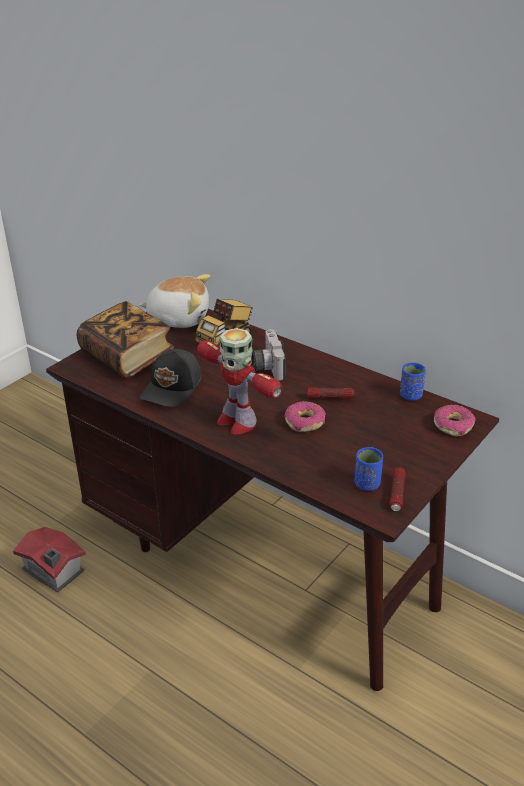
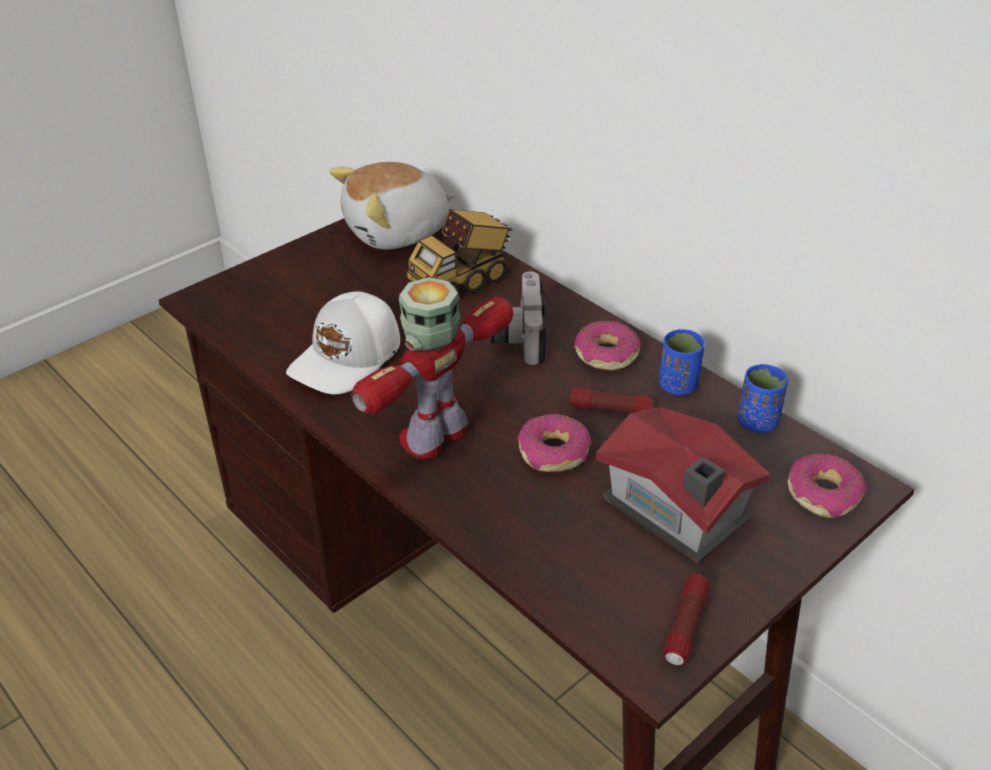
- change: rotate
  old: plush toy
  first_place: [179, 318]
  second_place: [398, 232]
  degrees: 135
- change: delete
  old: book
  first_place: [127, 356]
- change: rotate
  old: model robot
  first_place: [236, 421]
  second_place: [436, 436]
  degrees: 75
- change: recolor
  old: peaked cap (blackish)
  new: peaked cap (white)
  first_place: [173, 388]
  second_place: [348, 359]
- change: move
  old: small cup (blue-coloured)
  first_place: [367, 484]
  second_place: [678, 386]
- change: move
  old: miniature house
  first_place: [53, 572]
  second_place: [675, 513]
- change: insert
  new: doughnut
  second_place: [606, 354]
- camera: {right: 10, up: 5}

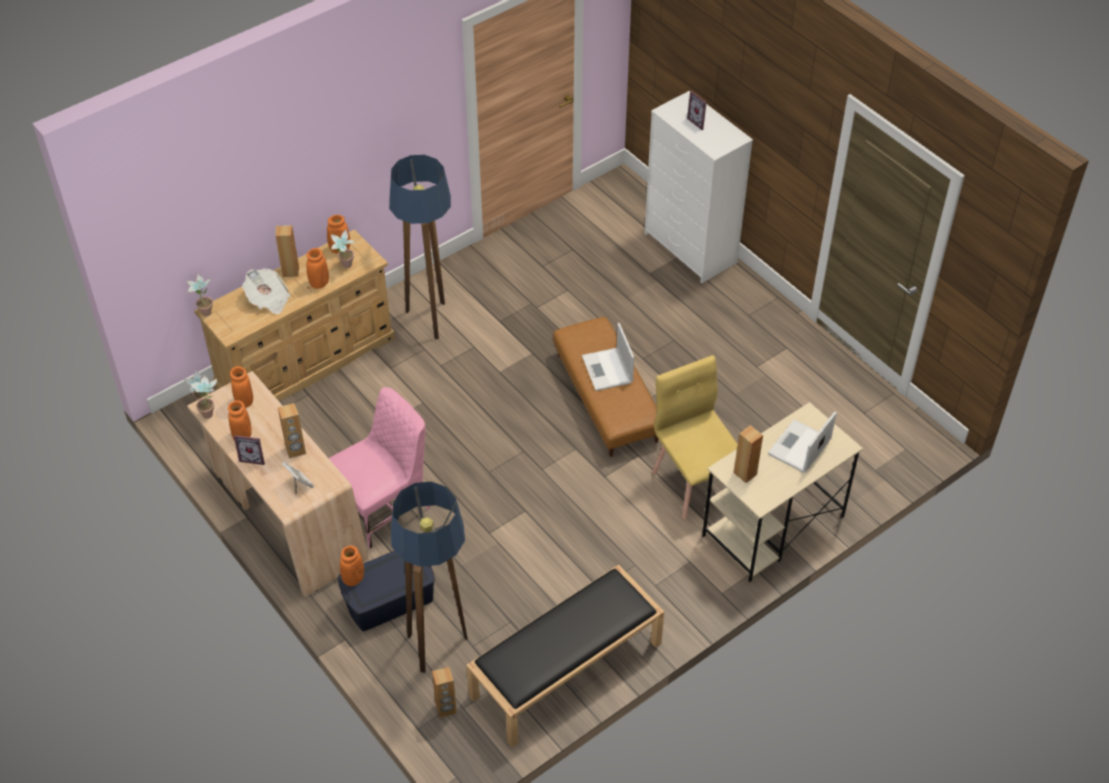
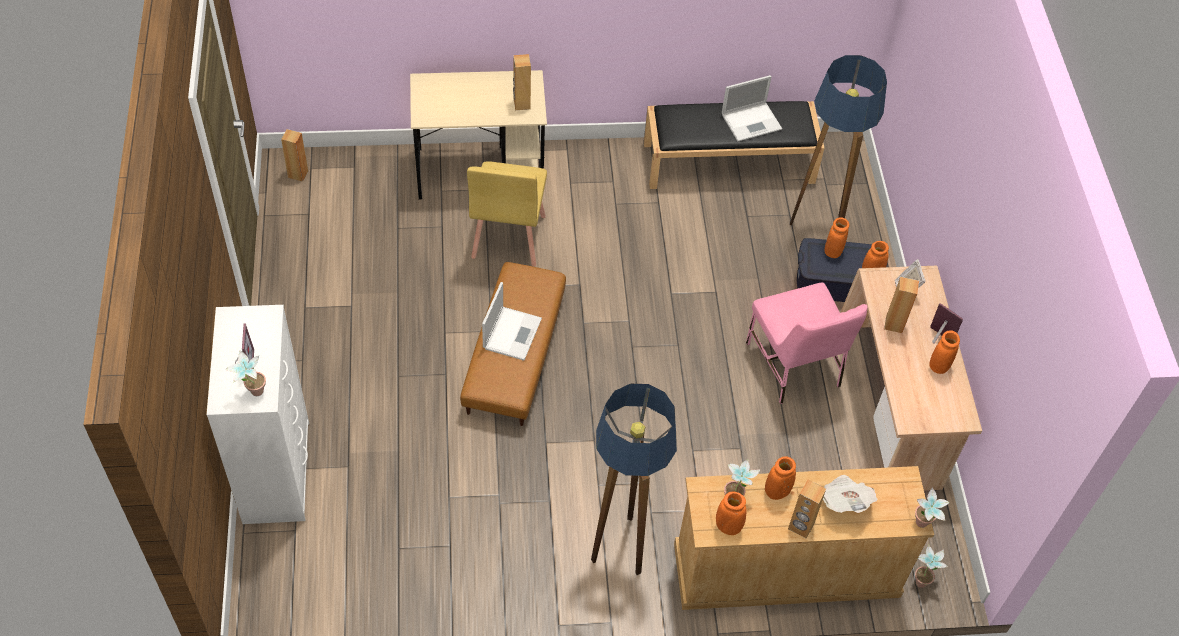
- change: move
  old: vase (orange)
  first_place: [244, 401]
  second_place: [833, 251]
- change: move
  old: plant in a pot
  first_place: [210, 412]
  second_place: [252, 393]
- change: rotate
  old: chair (pinkish)
  first_place: [383, 506]
  second_place: [794, 365]
  degrees: -105
- change: move
  old: notebook computer
  first_place: [799, 448]
  second_place: [752, 121]
- change: move
  old: audio speaker (brown)
  first_place: [446, 709]
  second_place: [298, 174]
- camera: {right: -150, up: 5}

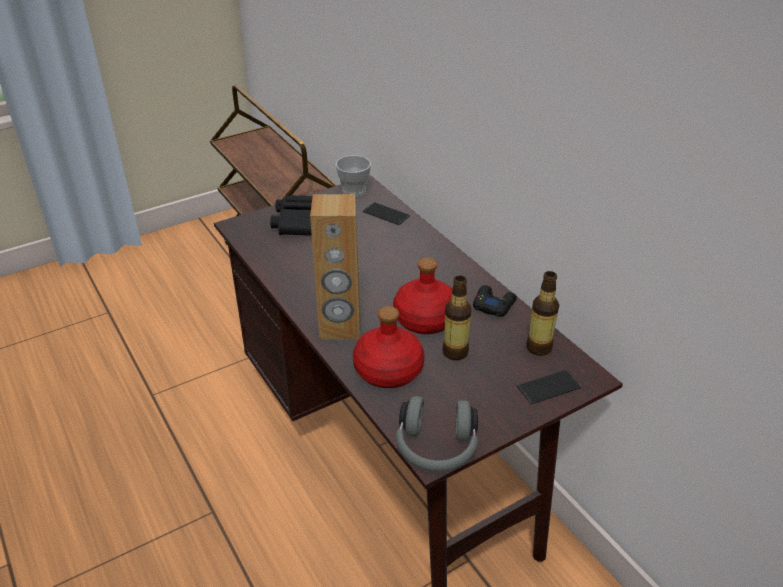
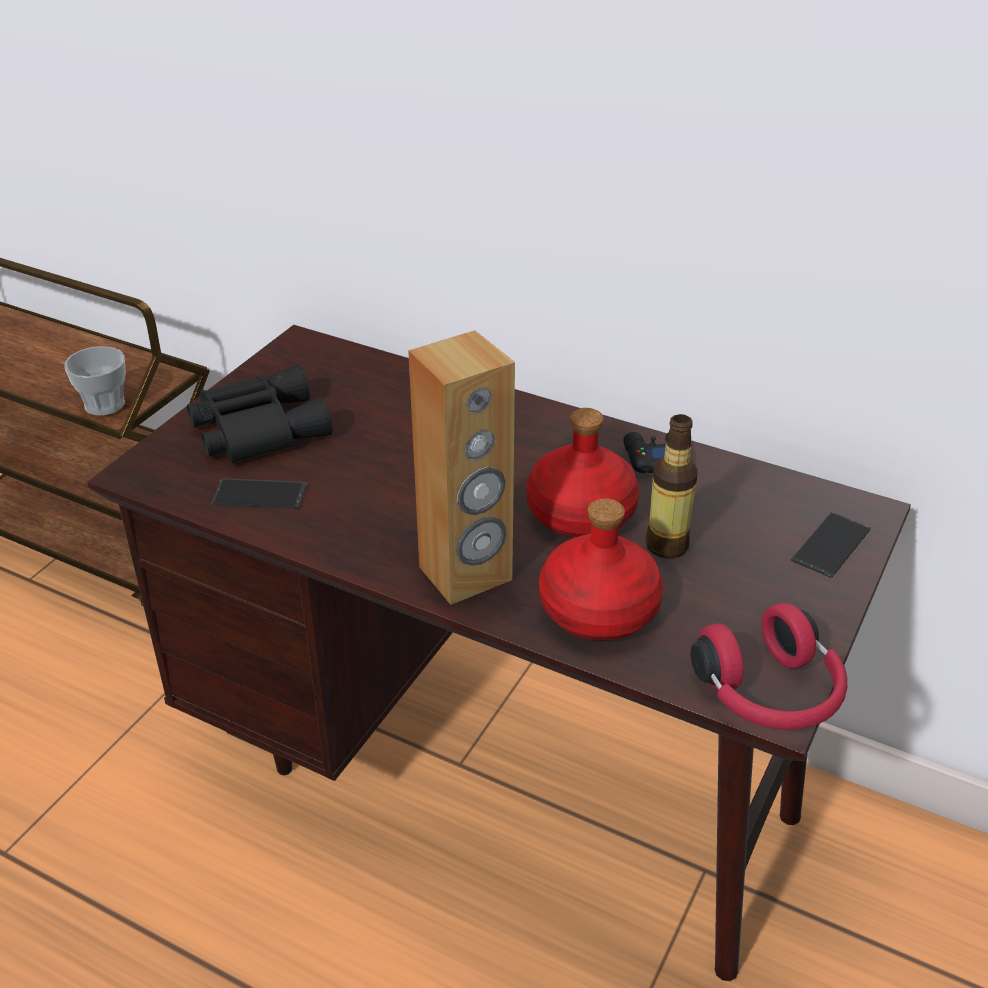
- change: move
  old: small cup
  first_place: [354, 191]
  second_place: [104, 404]
- change: move
  old: phone
  first_place: [386, 214]
  second_place: [260, 494]
- change: delete
  old: drink bottle
  first_place: [538, 347]
- change: recolor
  old: headset (gray)
  new: headset (red-coloured)
  first_place: [436, 448]
  second_place: [770, 694]
- camera: {right: -30, up: 0}

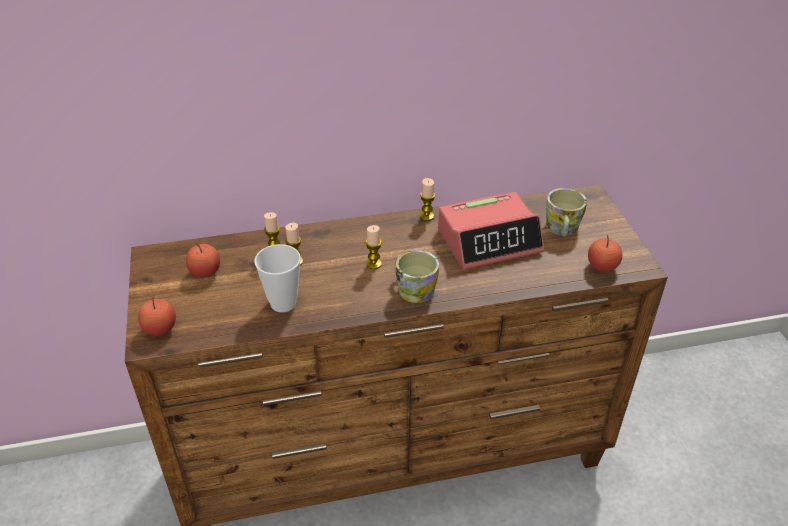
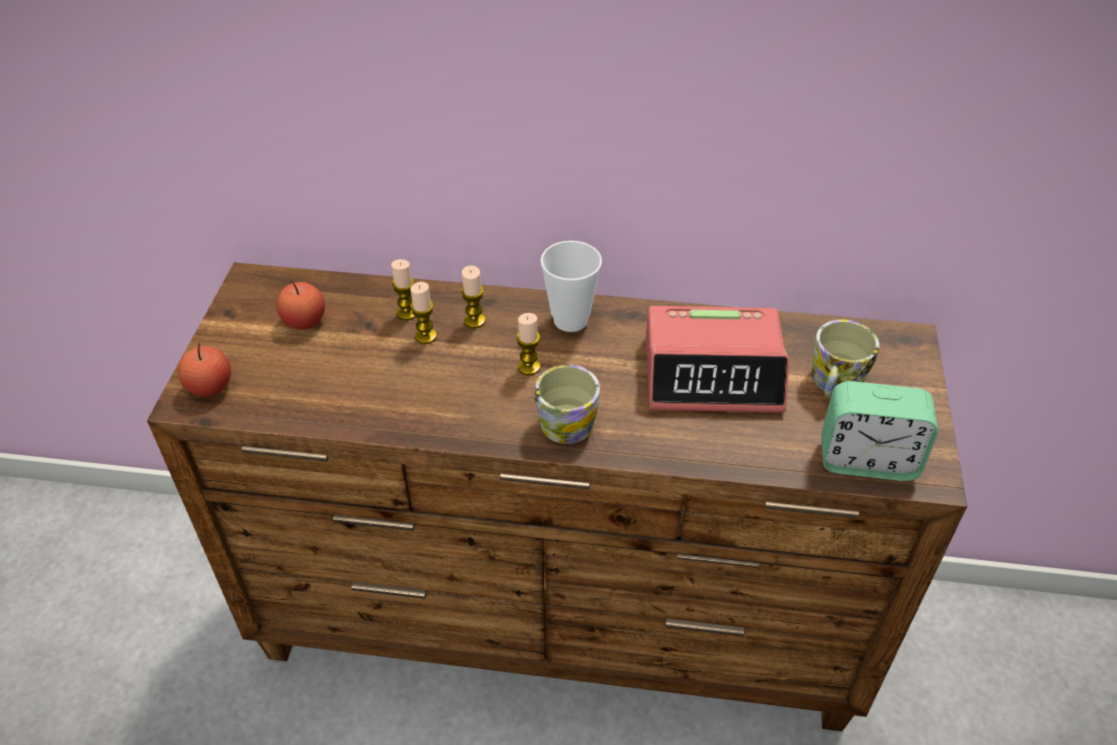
- change: move
  old: candle
  first_place: [426, 216]
  second_place: [474, 320]
- change: replace
  old: whole apple
  new: table clock
  first_place: [602, 266]
  second_place: [867, 460]
- change: move
  old: small cup
  first_place: [283, 303]
  second_place: [570, 320]
- camera: {right: 20, up: 5}

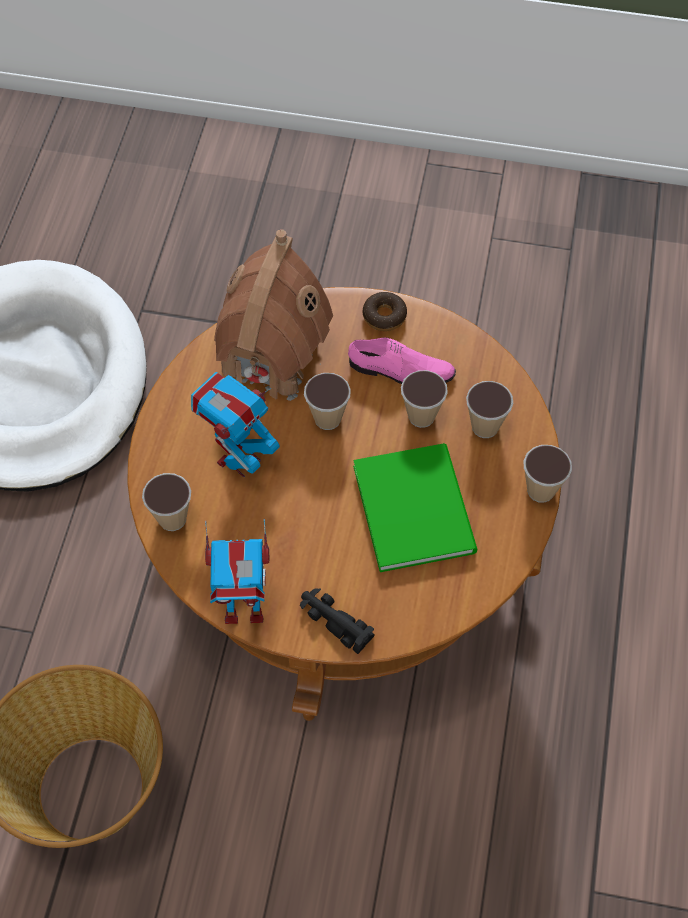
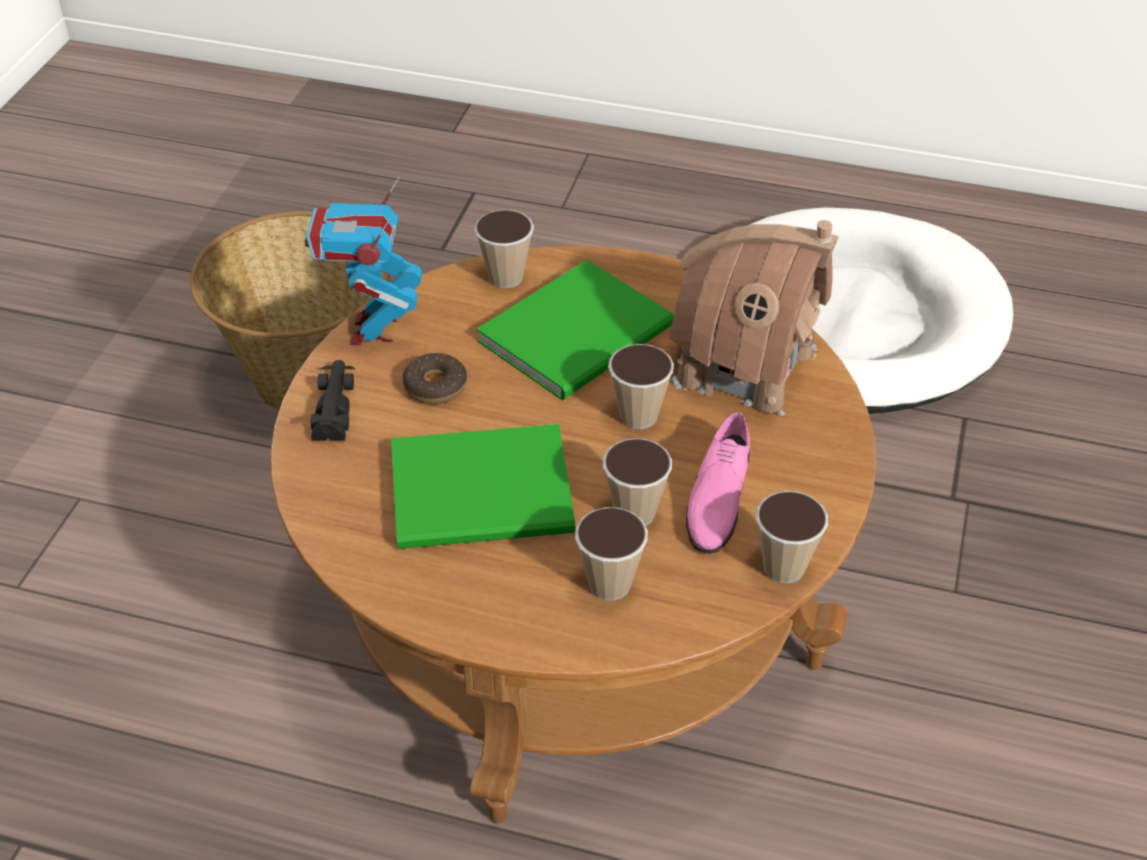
- change: move
  old: doughnut
  first_place: [384, 316]
  second_place: [435, 386]
- change: replace
  old: model robot
  new: book (green)
  first_place: [239, 459]
  second_place: [582, 333]
- change: move
  old: small cup
  first_place: [540, 490]
  second_place: [784, 567]
- change: rotate
  old: toy car (blackish)
  first_place: [334, 621]
  second_place: [334, 405]
  degrees: -45
- camera: {right: 95, up: -15}

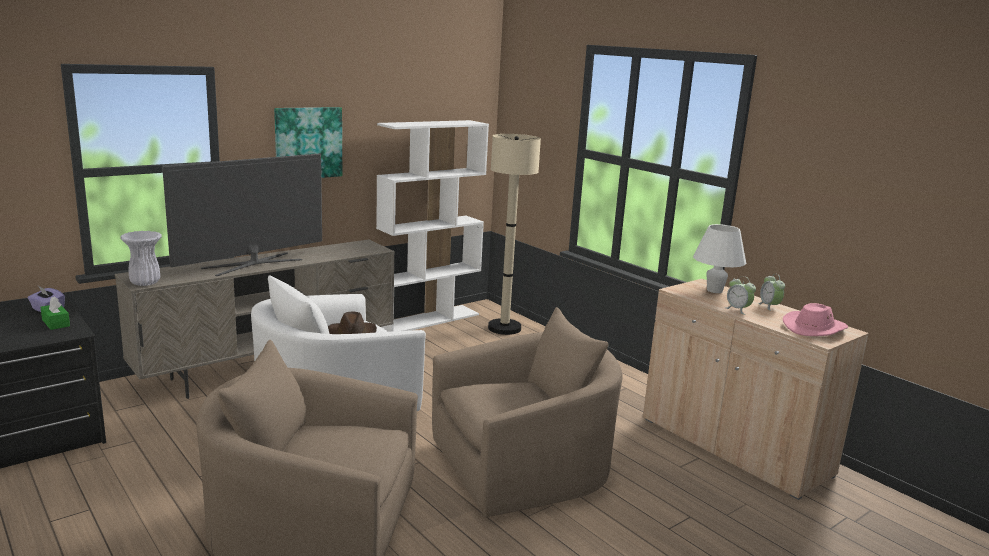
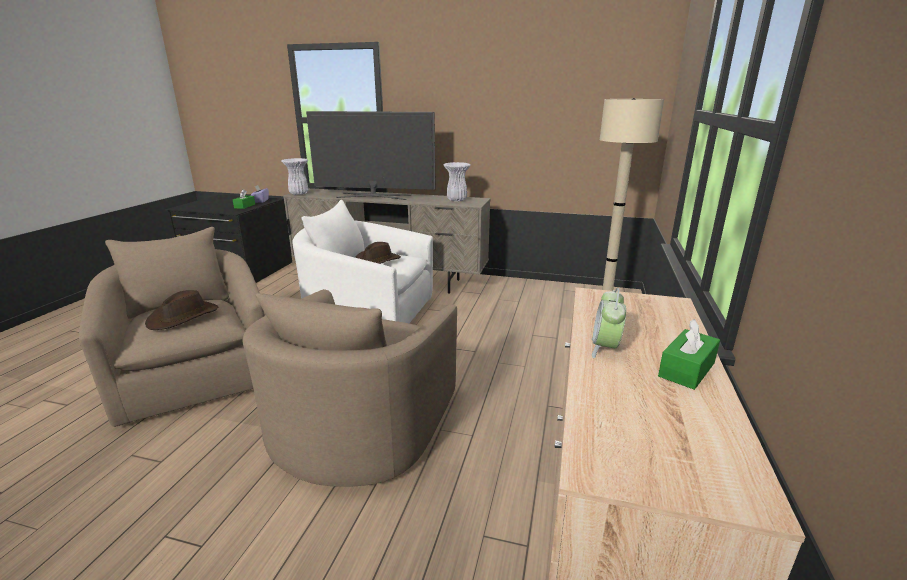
- change: delete
  old: wall picture
  first_place: [308, 143]
- change: delete
  old: shelving unit (white)
  first_place: [428, 319]
- change: delete
  old: table lamp (white)
  first_place: [714, 290]
- change: replace
  old: table clock
  new: tissue holder (green)
  first_place: [769, 306]
  second_place: [686, 369]
- change: delete
  old: wearable hat (pinkish)
  first_place: [814, 328]
- change: rotate
  old: armchair (sand-coloured)
  first_place: [523, 468]
  second_place: [360, 424]
  degrees: 75
- change: insert
  new: vase (white)
  second_place: [456, 200]
- change: insert
  new: wearable hat (brown)
  second_place: [184, 317]
- camera: {right: 55, up: 5}

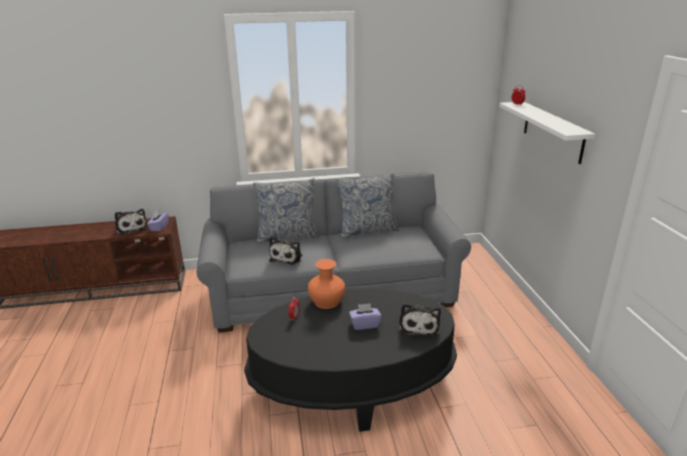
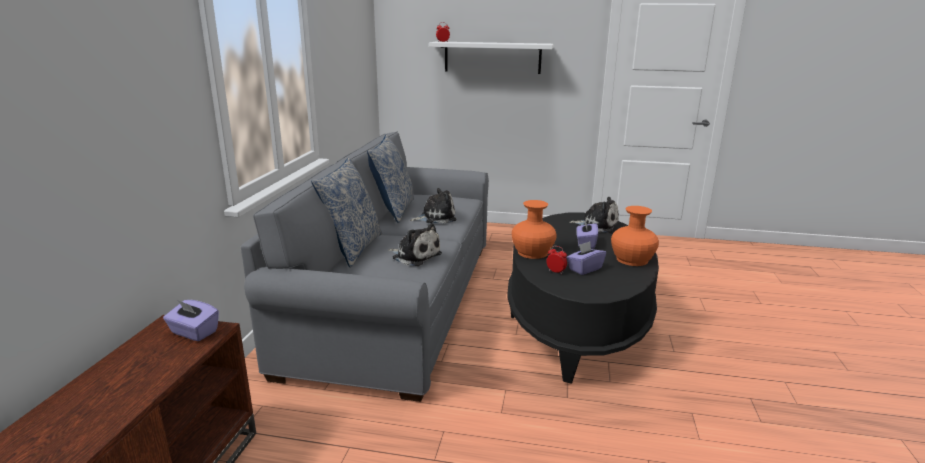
- change: move
  old: plush toy
  first_place: [131, 228]
  second_place: [436, 217]
- change: insert
  new: vase (orange)
  second_place: [632, 259]
- change: insert
  new: tissue holder (purple)
  second_place: [584, 269]
- camera: {right: -70, up: -5}

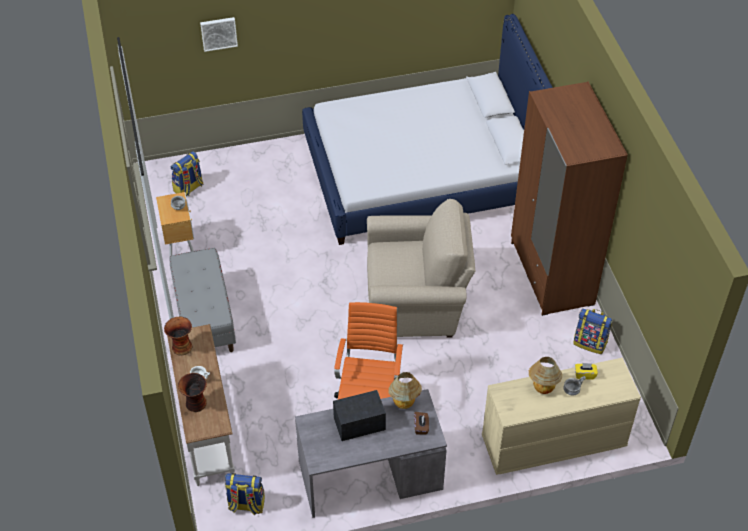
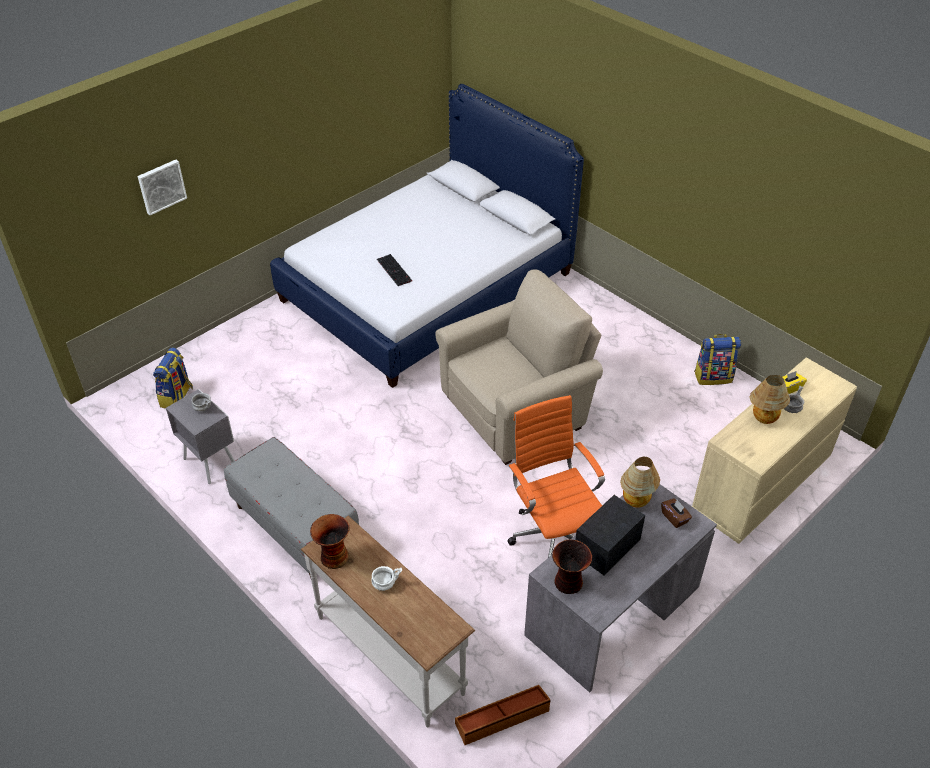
- change: delete
  old: clothes cupboard (brown)
  first_place: [551, 273]
- change: recolor
  old: nightstand (brown)
  new: nightstand (gray)
  first_place: [180, 246]
  second_place: [210, 462]
- change: move
  old: vase
  first_place: [196, 404]
  second_place: [569, 583]
- change: replace
  old: knapsack
  new: storage box (brown)
  first_place: [246, 504]
  second_place: [502, 718]
- change: insert
  new: computer keyboard
  second_place: [395, 270]
- camera: {right: -30, up: -5}

